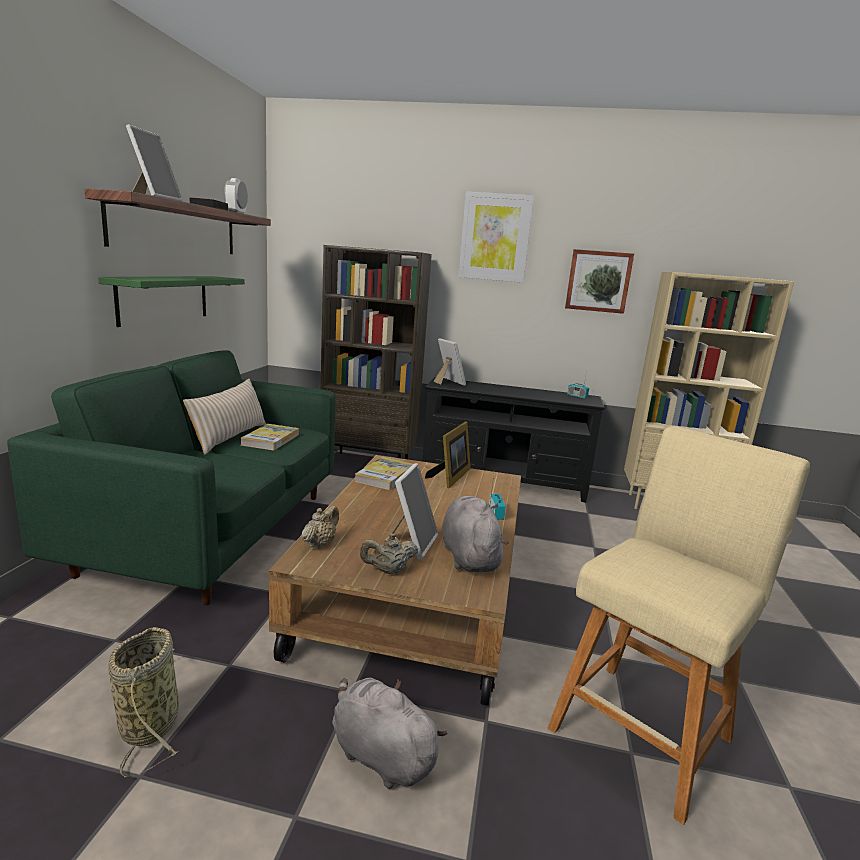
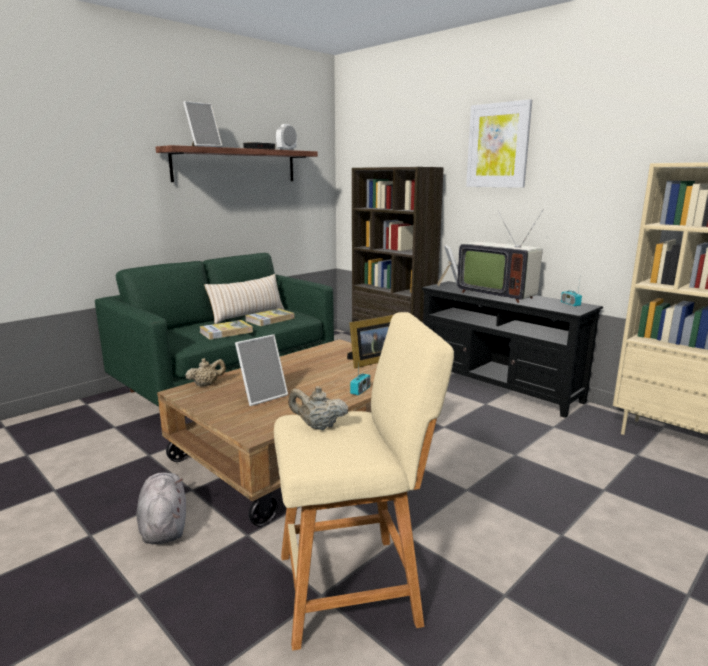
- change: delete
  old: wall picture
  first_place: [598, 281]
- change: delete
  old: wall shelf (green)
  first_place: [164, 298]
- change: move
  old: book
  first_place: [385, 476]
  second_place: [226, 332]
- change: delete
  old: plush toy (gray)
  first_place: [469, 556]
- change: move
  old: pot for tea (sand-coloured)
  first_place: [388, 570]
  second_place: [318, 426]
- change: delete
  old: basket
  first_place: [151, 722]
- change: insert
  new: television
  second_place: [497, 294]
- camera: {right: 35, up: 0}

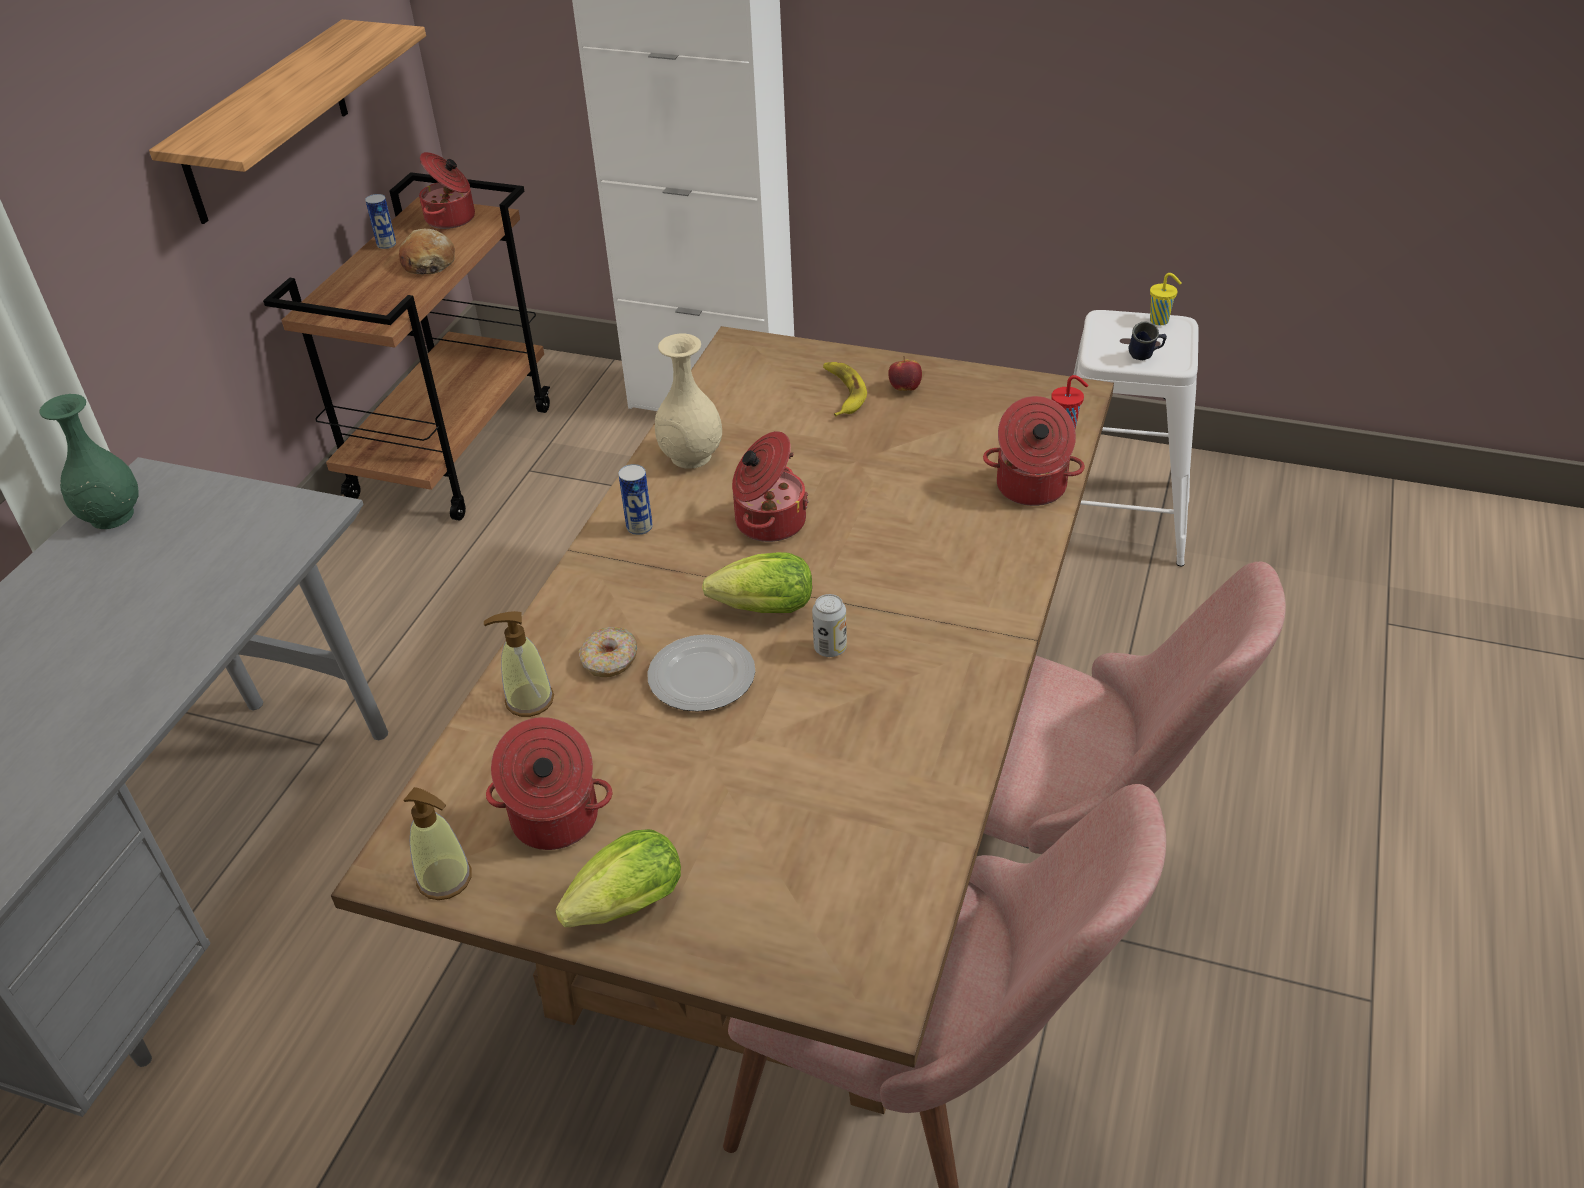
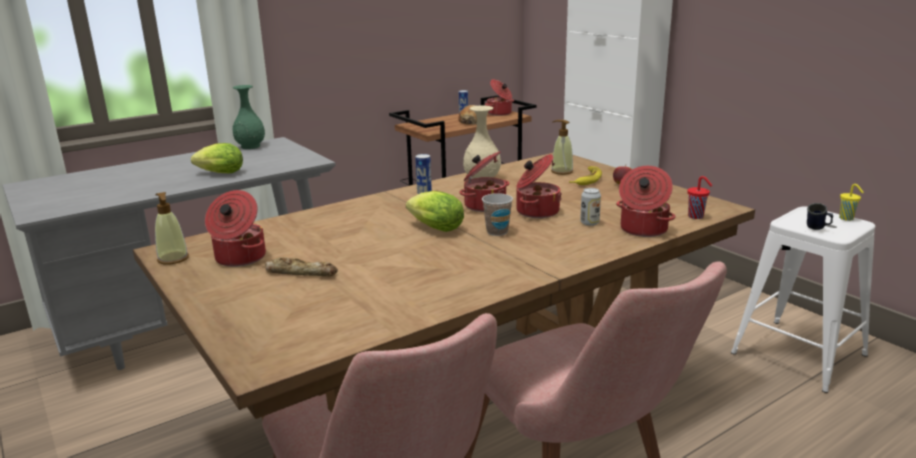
- change: delete
  old: wall shelf
  first_place: [265, 123]
- change: move
  old: sealed can
  first_place: [830, 648]
  second_place: [589, 223]
- change: move
  old: liquid soap bottle
  first_place: [529, 700]
  second_place: [561, 171]
- change: delete
  old: doughnut
  first_place: [610, 660]
- change: delete
  old: plate
  first_place: [700, 677]
- change: move
  old: lettuce head
  first_place: [621, 909]
  second_place: [218, 173]
- change: insert
  new: saucepot
  second_place: [536, 211]
- change: insert
  new: small cup
  second_place: [497, 232]
- change: insert
  new: bakery bread
  second_place: [301, 273]
- camera: {right: 35, up: -20}

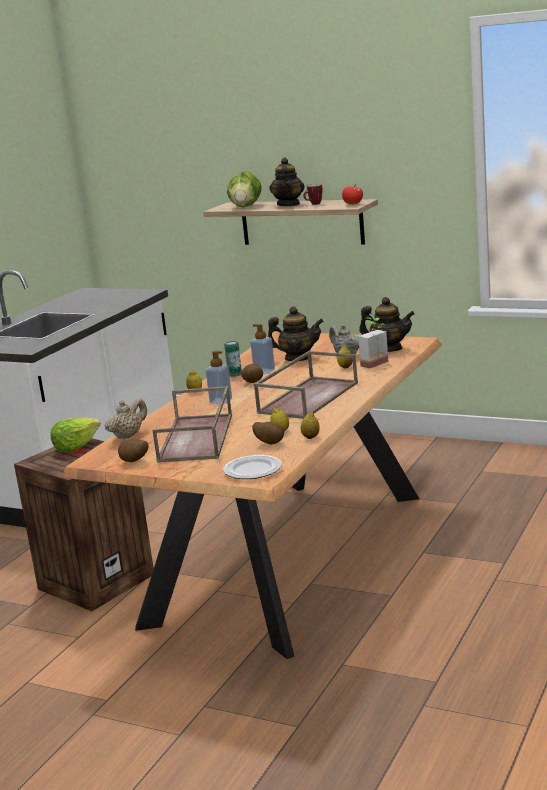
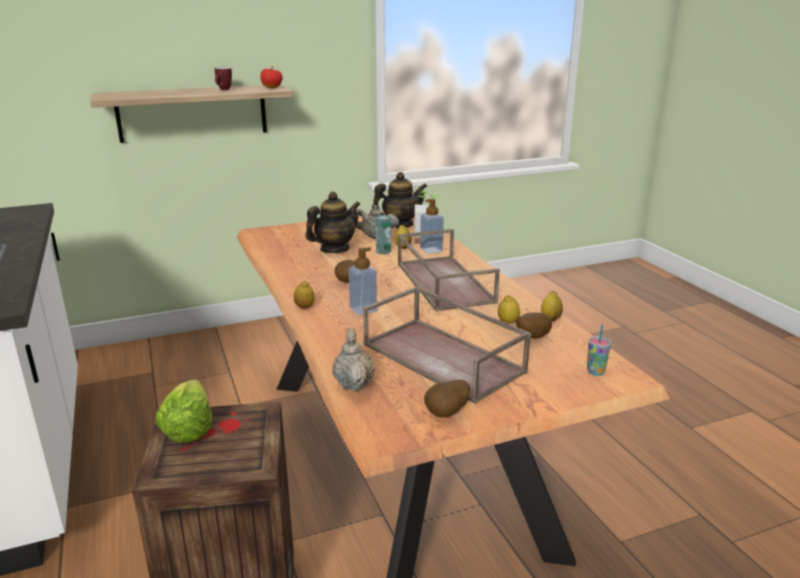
- change: delete
  old: pot for tea
  first_place: [289, 204]
- change: delete
  old: lettuce head
  first_place: [245, 206]
- change: move
  old: liquid soap bottle
  first_place: [264, 371]
  second_place: [431, 250]
- change: move
  old: sealed can
  first_place: [234, 374]
  second_place: [383, 251]
- change: replace
  old: plate
  new: small cup
  first_place: [253, 470]
  second_place: [595, 372]
- camera: {right: -50, up: 5}

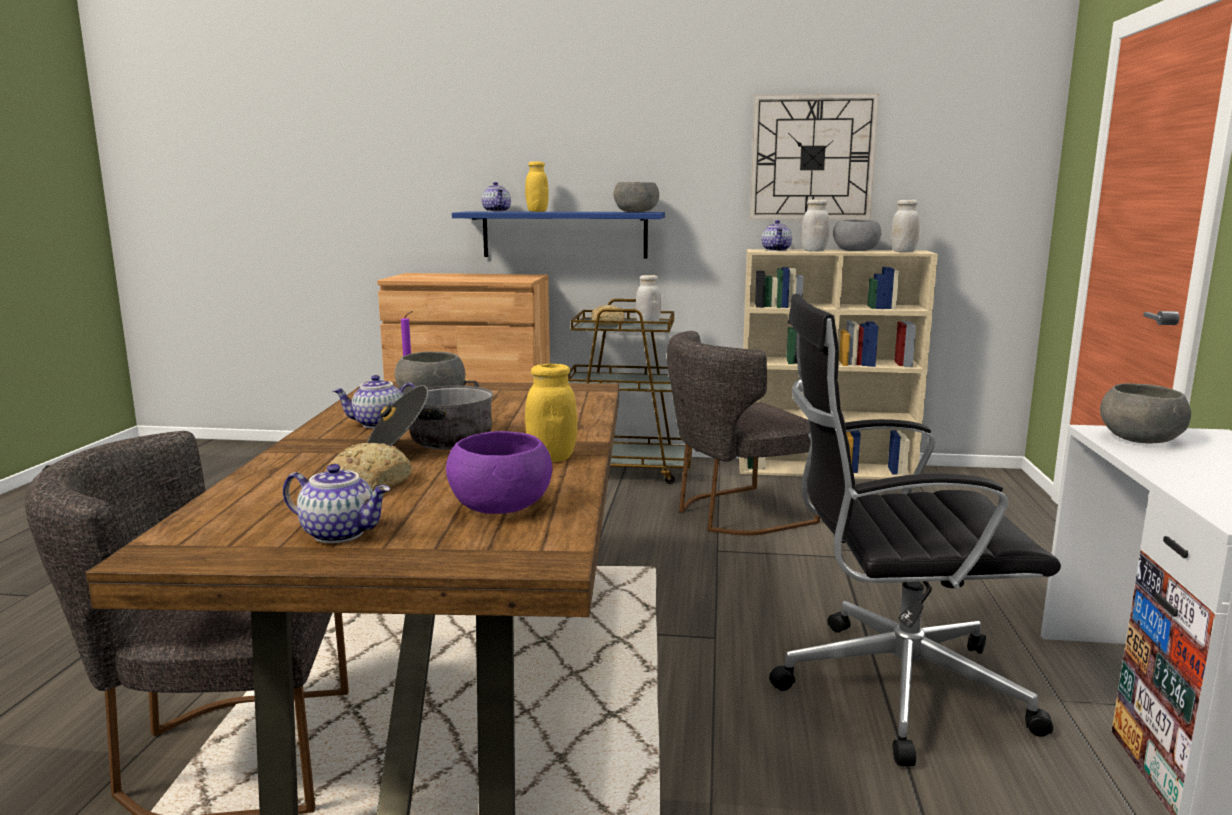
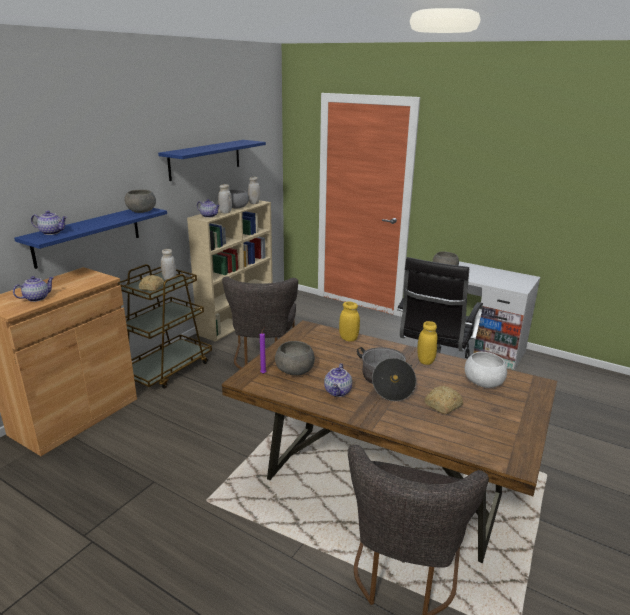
- change: replace
  old: clock on the wall
  new: wall shelf (blue-coloured)
  first_place: [812, 158]
  second_place: [205, 159]
- change: move
  old: storage jar (yellowish)
  first_place: [537, 211]
  second_place: [348, 338]
- change: recolor
  old: serving bowl (purple)
  new: serving bowl (white)
  first_place: [500, 506]
  second_place: [484, 382]
- change: move
  old: pot for tea
  first_place: [341, 533]
  second_place: [36, 298]
- camera: {right: -65, up: 10}

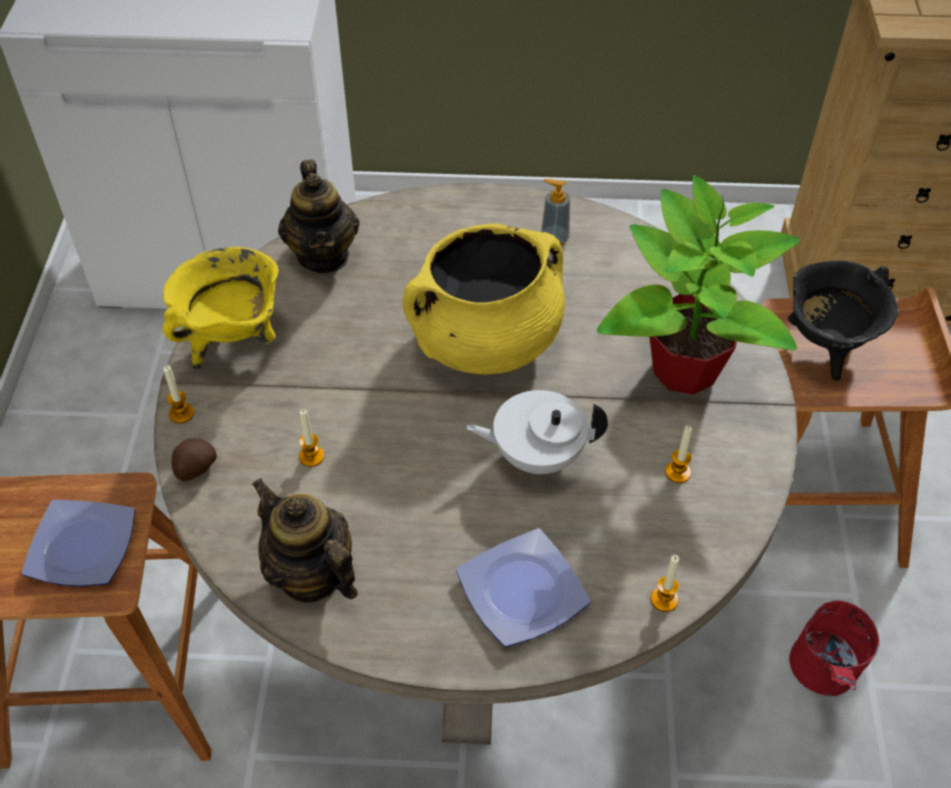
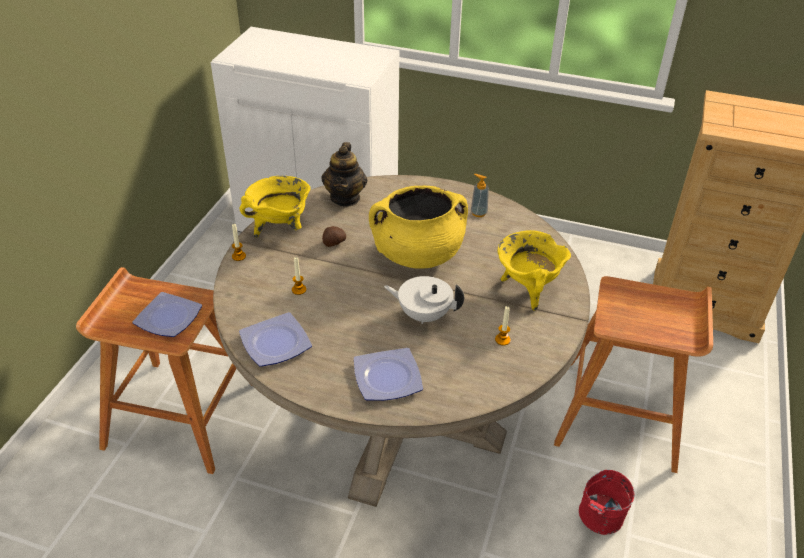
- change: replace
  old: plant in a pot
  new: saucepot (yellowish)
  first_place: [683, 368]
  second_place: [527, 290]
- change: delete
  old: saucepot (blackish)
  first_place: [826, 348]
- change: move
  old: whole potato
  first_place: [195, 469]
  second_place: [333, 243]
- change: replace
  old: pot for tea
  new: plate
  first_place: [310, 574]
  second_place: [275, 344]
- change: delete
  old: candle
  first_place: [664, 599]
- camera: {right: 15, up: -10}

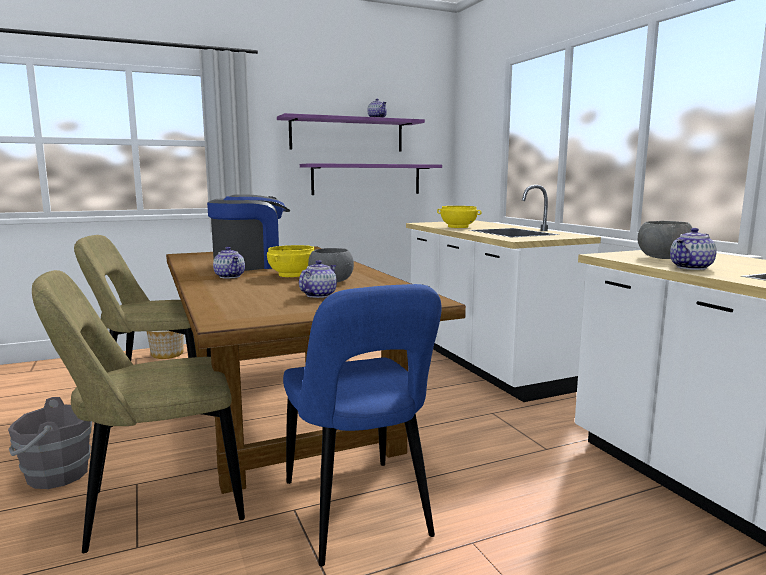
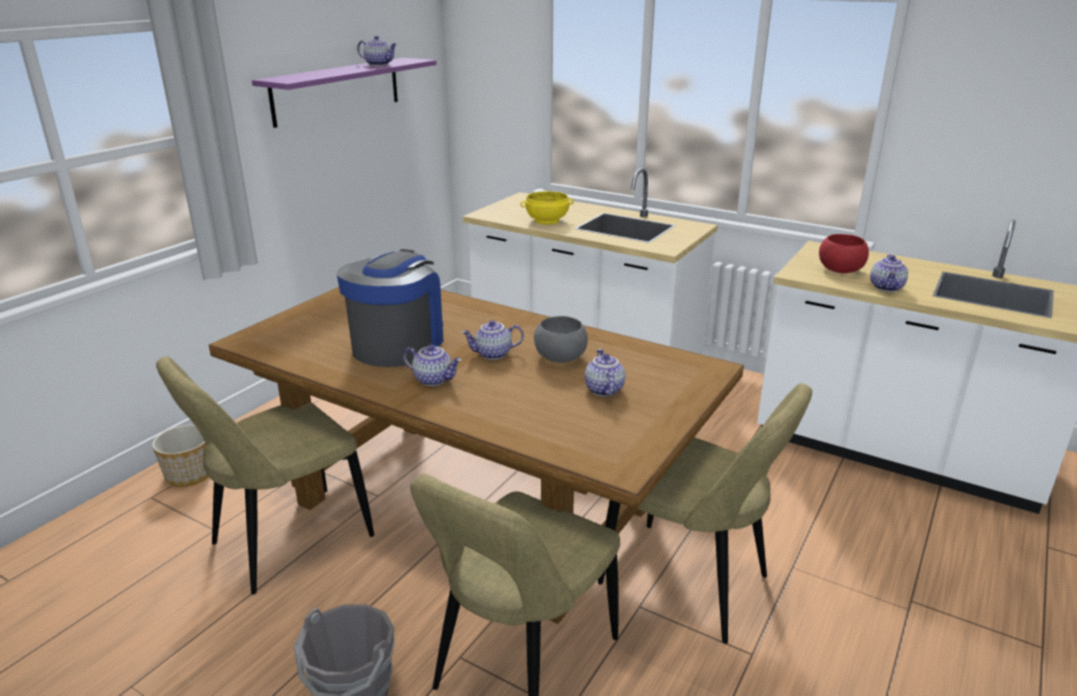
- change: delete
  old: wall shelf (purple)
  first_place: [366, 179]
- change: recolor
  old: serving bowl (gray)
  new: serving bowl (red-coloured)
  first_place: [663, 258]
  second_place: [840, 270]
- change: replace
  old: serving bowl (yellowish)
  new: pot for tea
  first_place: [292, 275]
  second_place: [493, 354]
- change: recolor
  old: chair (blue-coloured)
  new: chair (sand-coloured)
  first_place: [358, 513]
  second_place: [691, 584]
- camera: {right: -35, up: 15}

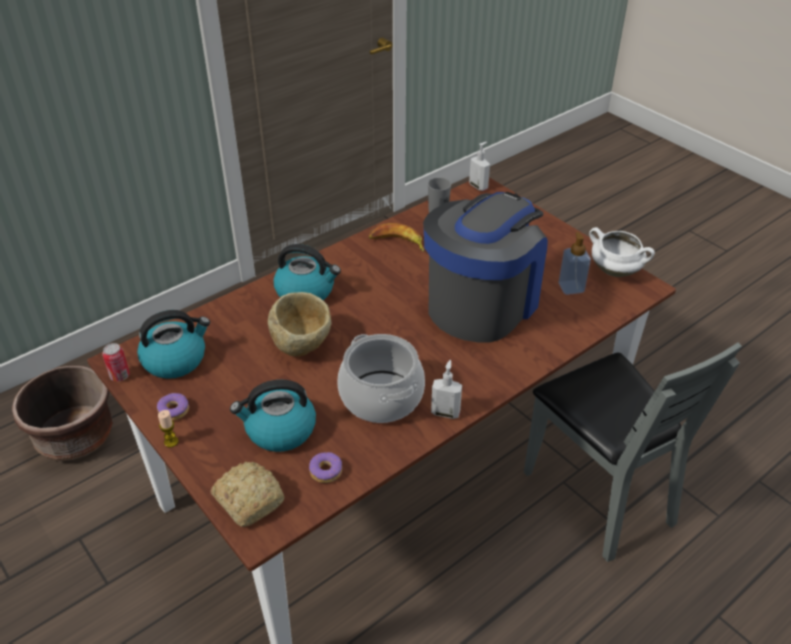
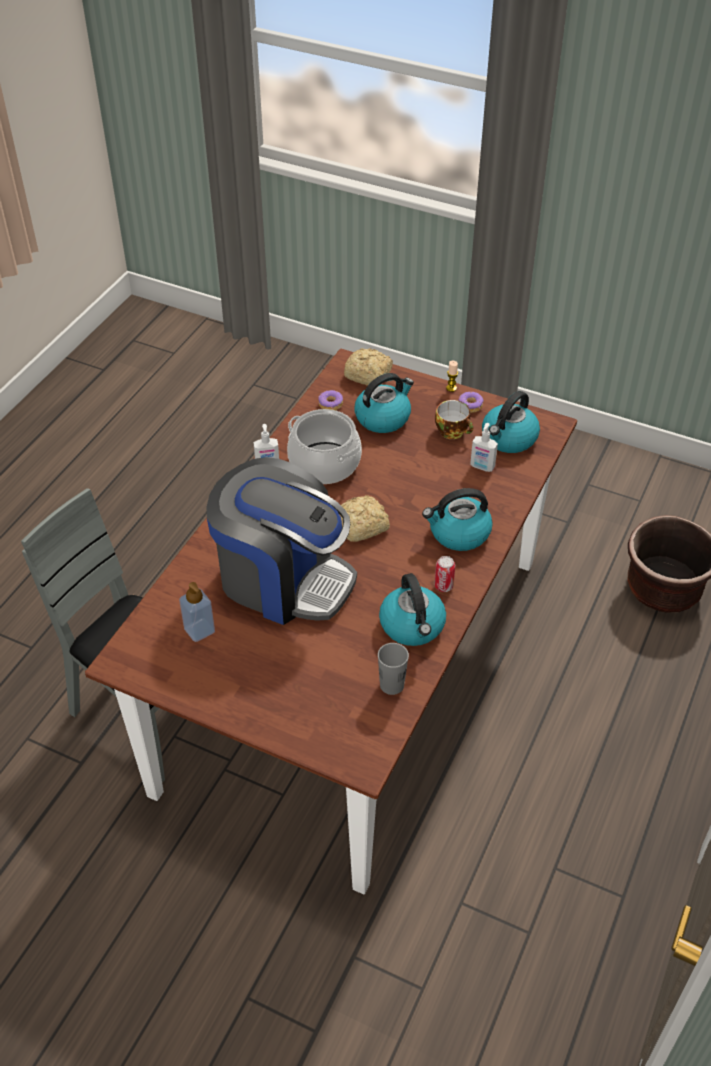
- change: move
  old: liquid soap bottle
  first_place: [478, 186]
  second_place: [482, 467]
- change: rotate
  old: coffee machine
  first_place: [482, 303]
  second_place: [283, 579]
  degrees: -75
- change: replace
  old: banana fruit
  new: kettle
  first_place: [397, 242]
  second_place: [413, 626]
- change: delete
  old: saucepot (white)
  first_place: [616, 271]
- change: delete
  old: serving bowl (sand-coloured)
  first_place: [303, 345]
- change: move
  old: sealed can
  first_place: [120, 376]
  second_place: [443, 586]
- change: insert
  new: small cup
  second_place: [453, 431]
- change: insert
  new: bakery bread
  second_place: [362, 525]
- camera: {right: 155, up: 5}

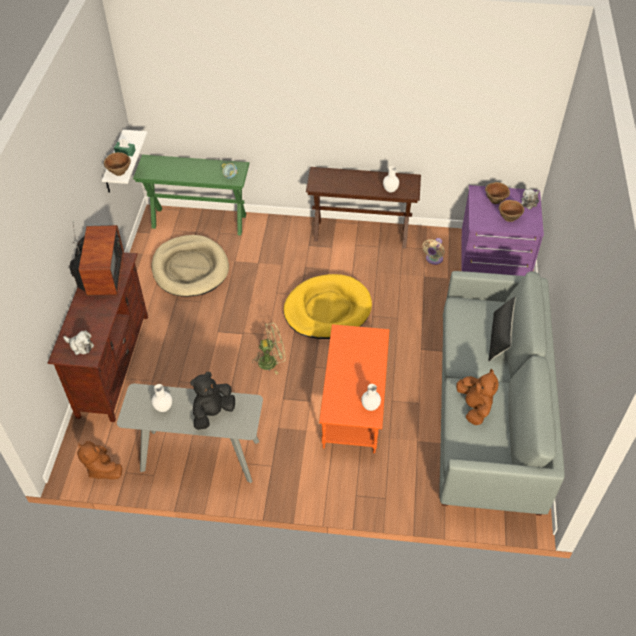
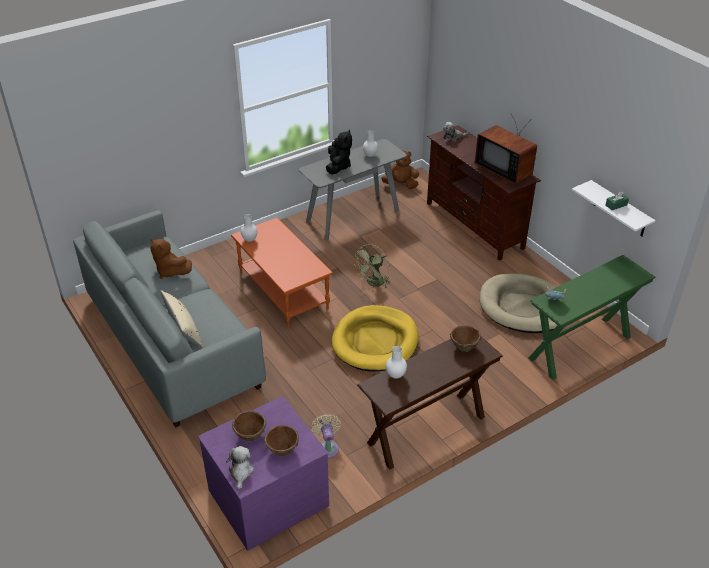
- change: move
  old: serving bowl (brown)
  first_place: [119, 172]
  second_place: [464, 347]
- change: recolor
  old: cushion (blackish)
  new: cushion (sand-coloured)
  first_place: [499, 337]
  second_place: [183, 329]
- camera: {right: 140, up: -10}

